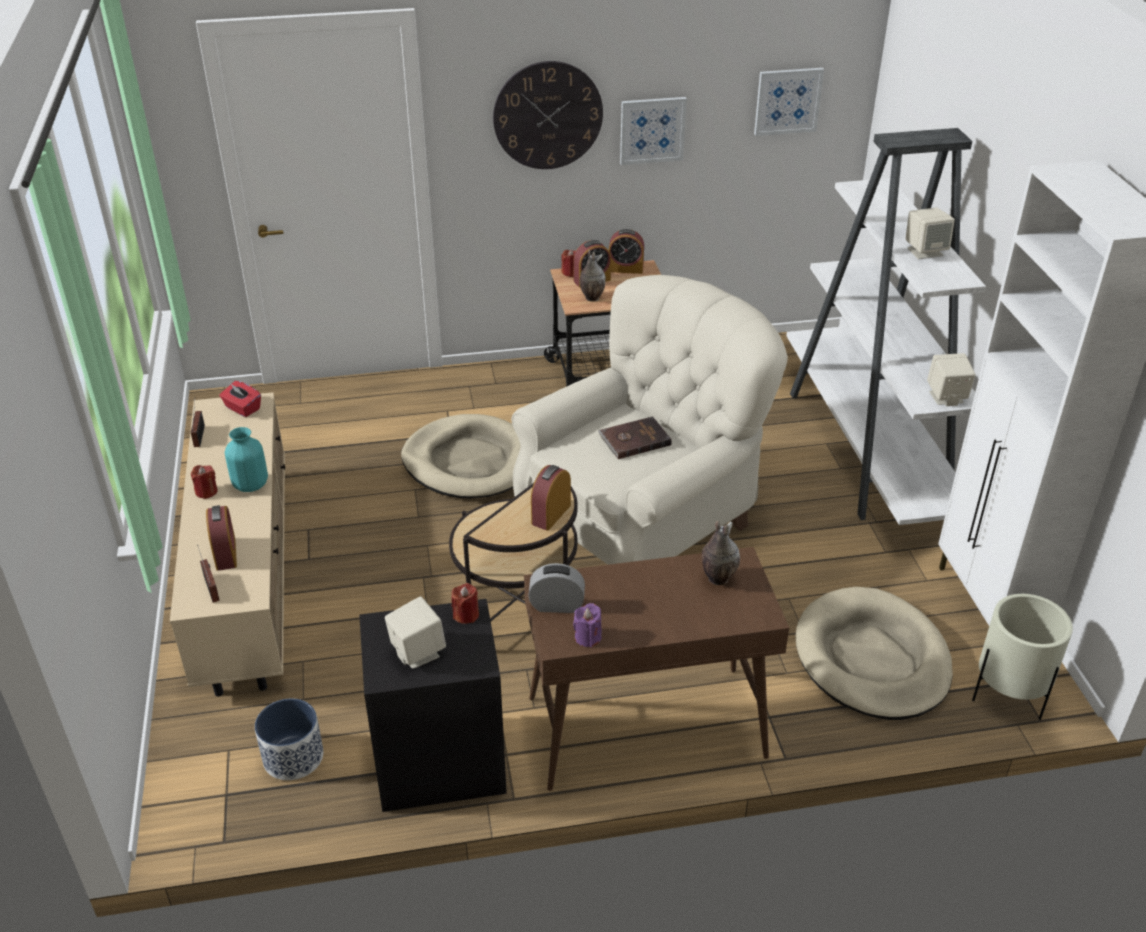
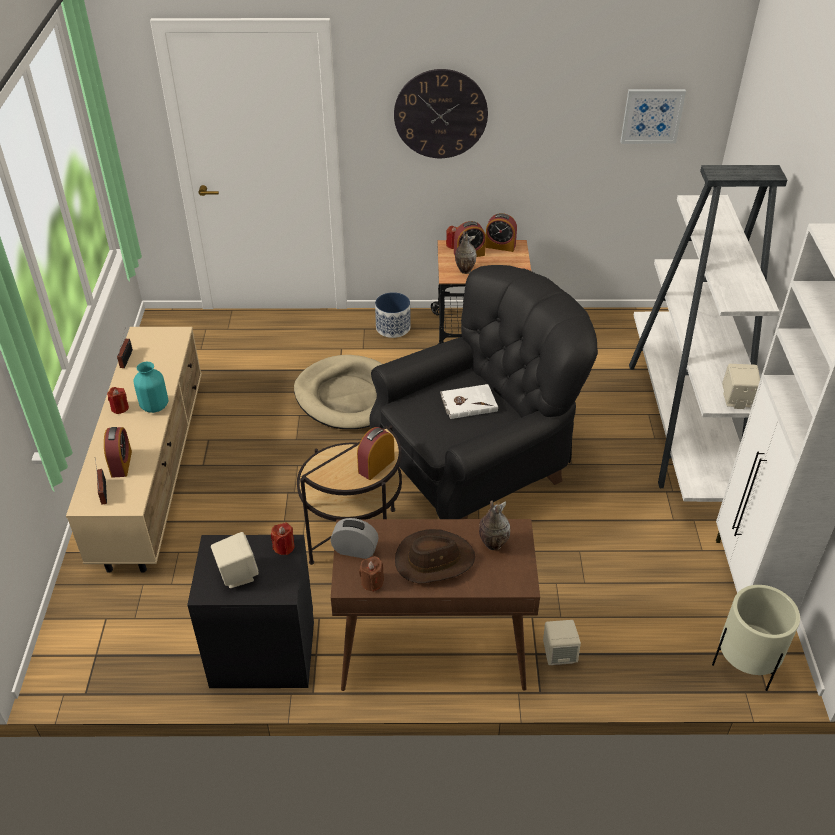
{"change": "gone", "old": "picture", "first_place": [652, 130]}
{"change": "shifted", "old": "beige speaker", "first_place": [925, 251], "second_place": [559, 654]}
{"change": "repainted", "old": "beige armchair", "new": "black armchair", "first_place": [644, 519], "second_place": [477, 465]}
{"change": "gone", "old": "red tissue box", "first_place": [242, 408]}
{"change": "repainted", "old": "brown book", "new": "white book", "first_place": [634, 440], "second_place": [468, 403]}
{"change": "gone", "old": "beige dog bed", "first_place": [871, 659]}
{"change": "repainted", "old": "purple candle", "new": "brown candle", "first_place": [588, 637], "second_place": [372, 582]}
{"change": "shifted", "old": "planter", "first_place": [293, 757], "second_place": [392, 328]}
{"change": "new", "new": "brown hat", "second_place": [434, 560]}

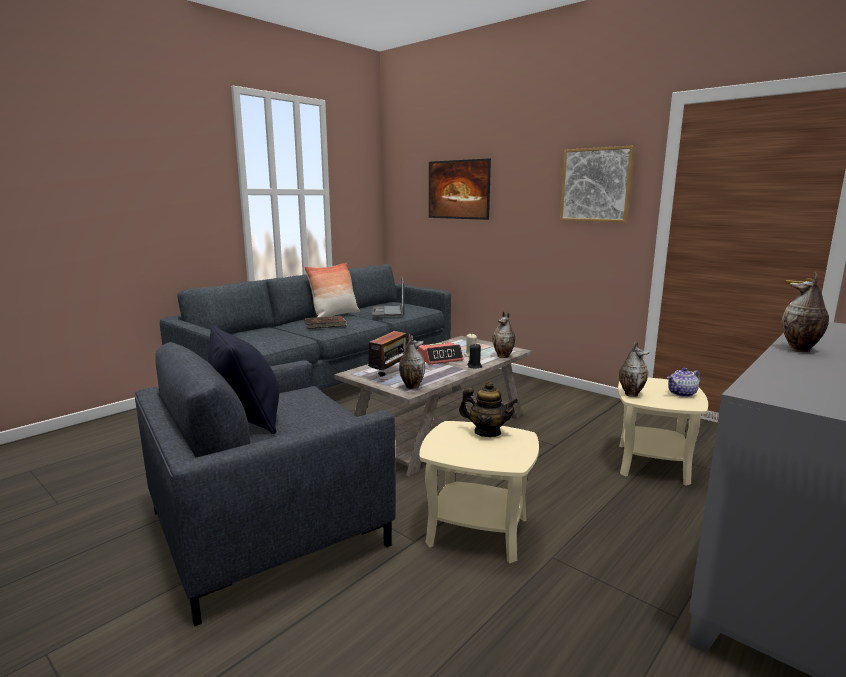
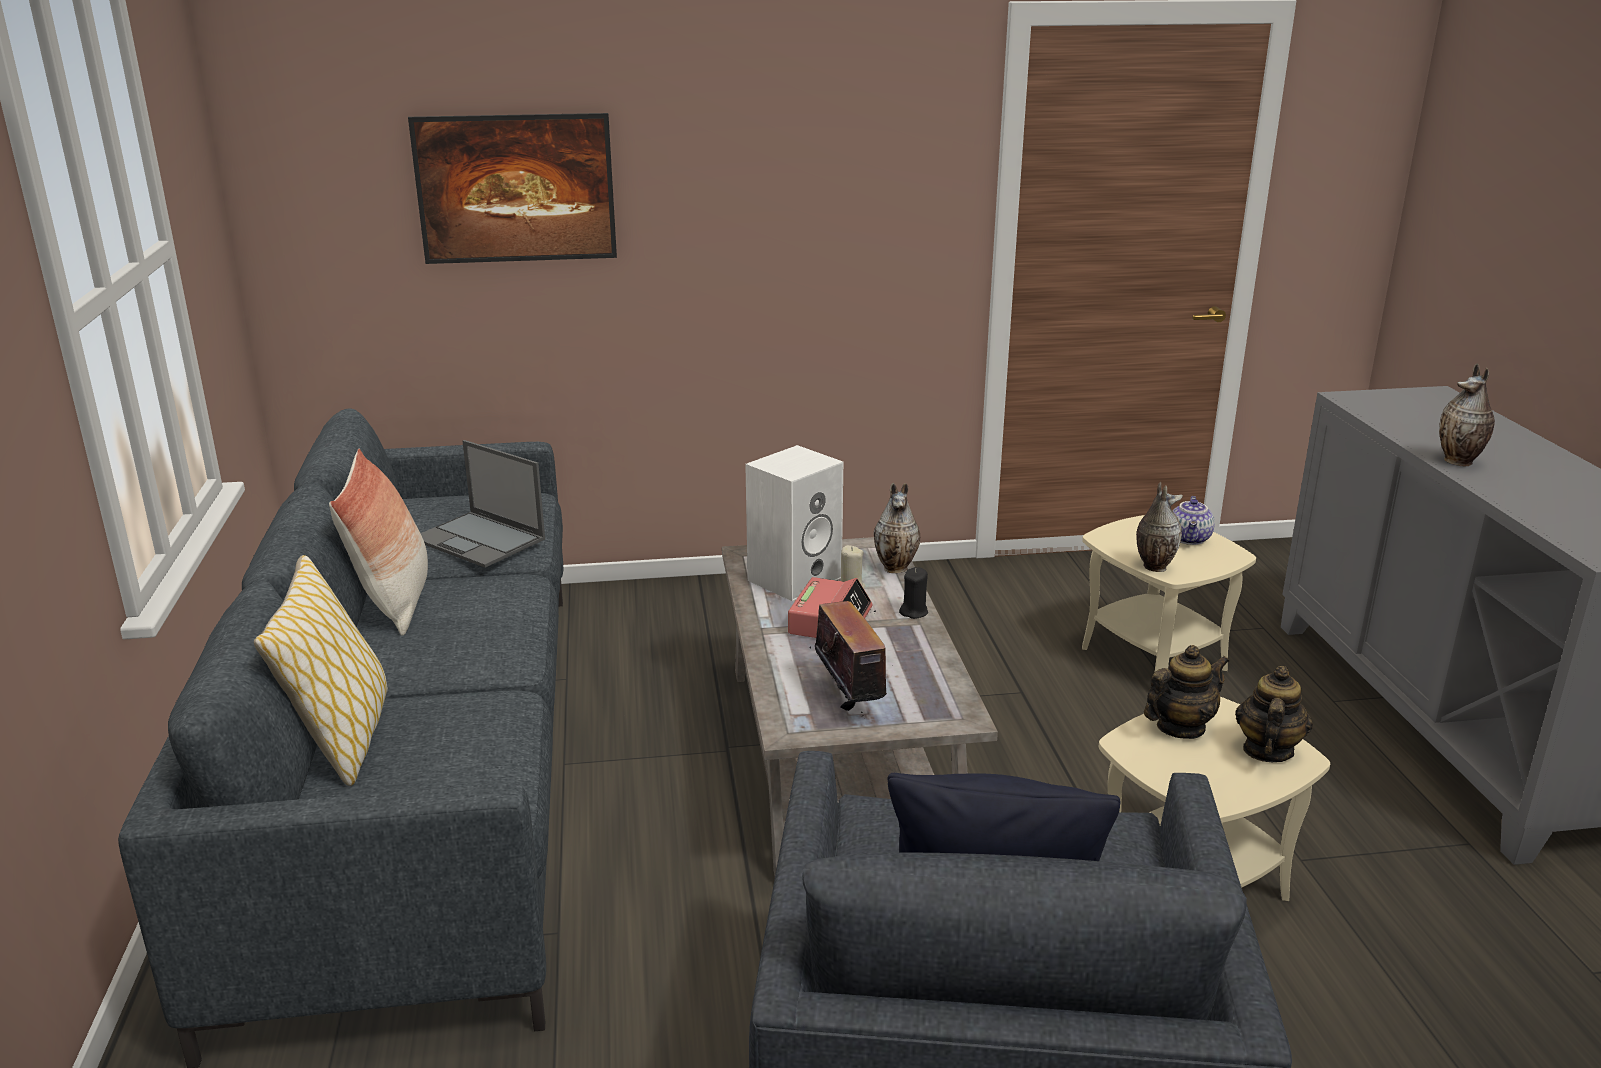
{"change": "gone", "old": "picture", "first_place": [596, 185]}
{"change": "gone", "old": "brown book", "first_place": [325, 324]}
{"change": "gone", "old": "vase", "first_place": [411, 386]}
{"change": "new", "new": "white speaker", "second_place": [794, 577]}
{"change": "new", "new": "pillow", "second_place": [342, 740]}
{"change": "new", "new": "teapot", "second_place": [1267, 750]}

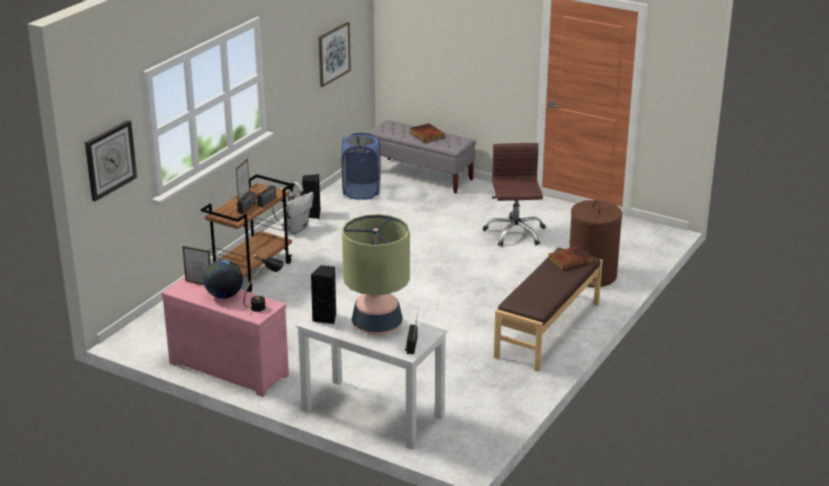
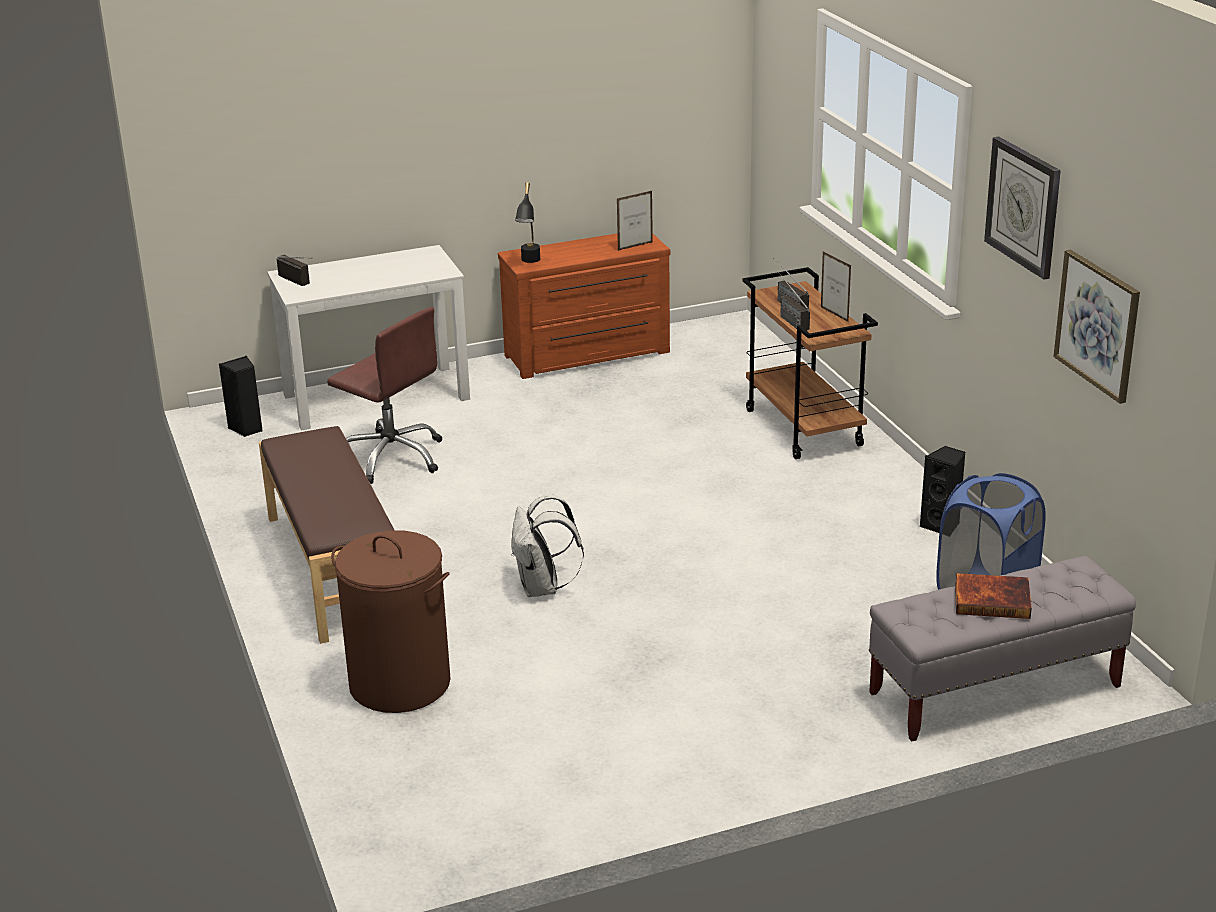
{"change": "shifted", "old": "wall clock", "first_place": [110, 160], "second_place": [1023, 206]}
{"change": "shifted", "old": "brown office chair", "first_place": [514, 233], "second_place": [392, 457]}
{"change": "shifted", "old": "white backpack", "first_place": [295, 229], "second_place": [542, 588]}
{"change": "gone", "old": "table lamp", "first_place": [377, 325]}
{"change": "gone", "old": "book", "first_place": [570, 260]}
{"change": "gone", "old": "globe", "first_place": [224, 295]}
{"change": "shifted", "old": "black speaker", "first_place": [326, 318], "second_place": [246, 429]}
{"change": "repainted", "old": "pink dresser", "new": "brown dresser", "first_place": [230, 367], "second_place": [588, 355]}

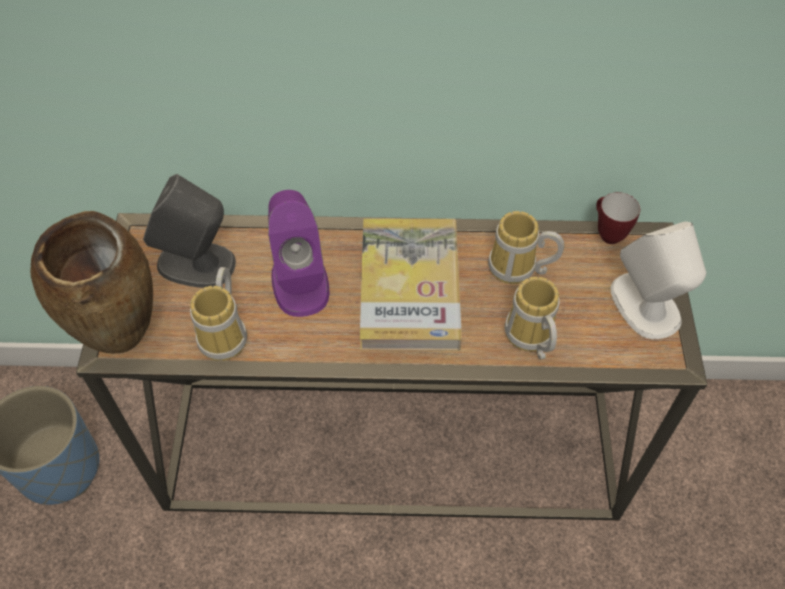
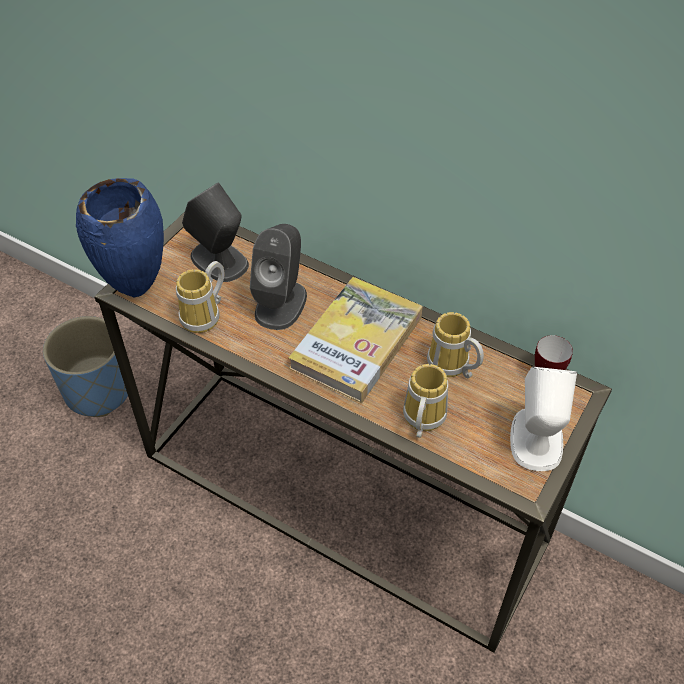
{"change": "repainted", "old": "purple speaker", "new": "grey speaker", "first_place": [300, 282], "second_place": [281, 303]}
{"change": "repainted", "old": "brown vase", "new": "blue vase", "first_place": [126, 342], "second_place": [137, 291]}

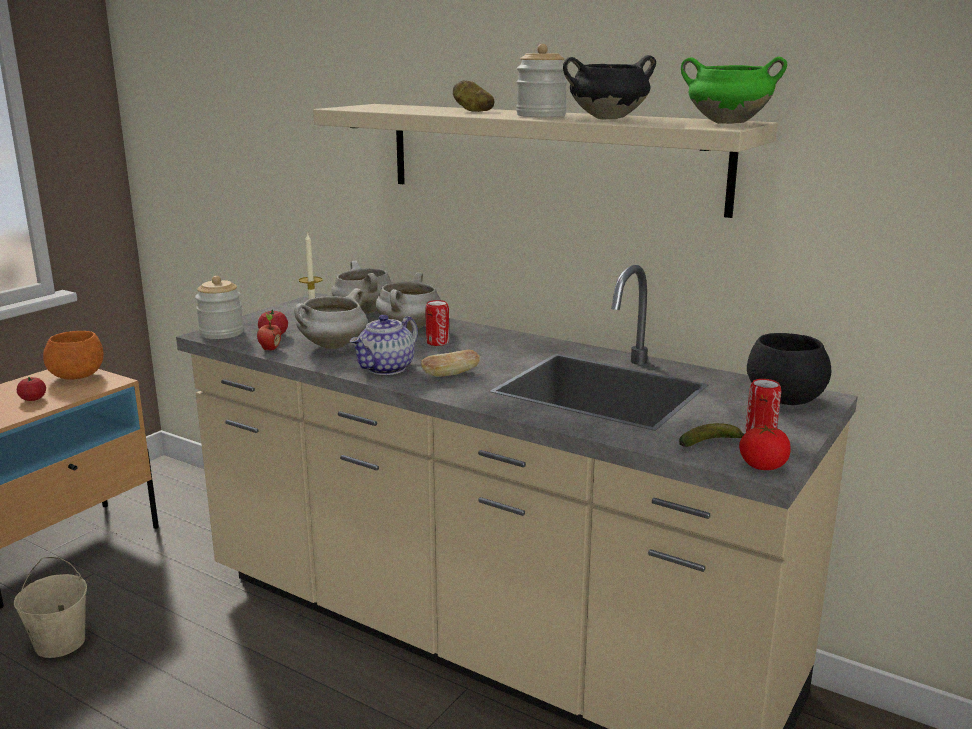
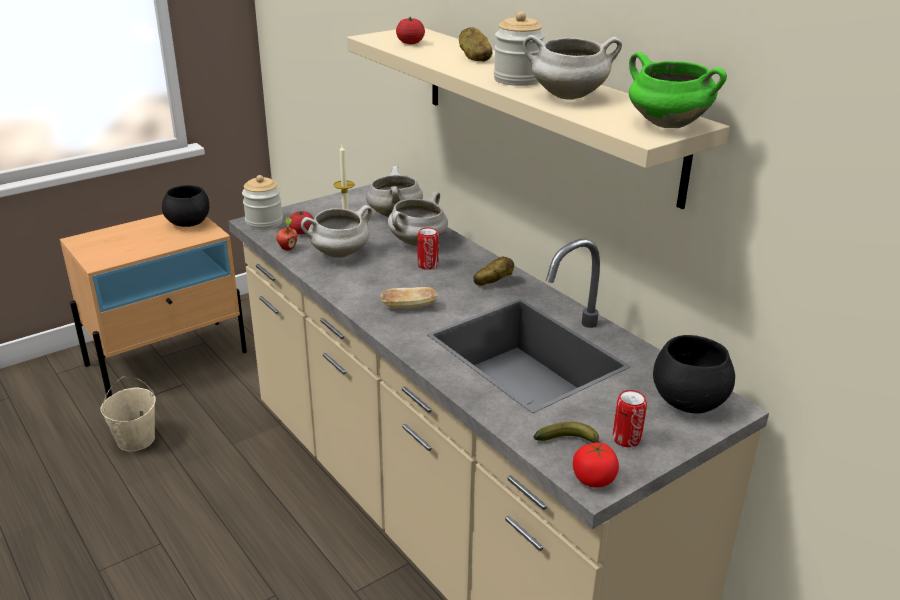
{"change": "repainted", "old": "black cooking pot", "new": "white cooking pot", "first_place": [607, 118], "second_place": [567, 96]}
{"change": "gone", "old": "teapot", "first_place": [386, 369]}
{"change": "repainted", "old": "orange bowl", "new": "black bowl", "first_place": [77, 376], "second_place": [188, 223]}
{"change": "shifted", "old": "tomato", "first_place": [33, 399], "second_place": [410, 43]}
{"change": "new", "new": "potato", "second_place": [493, 282]}

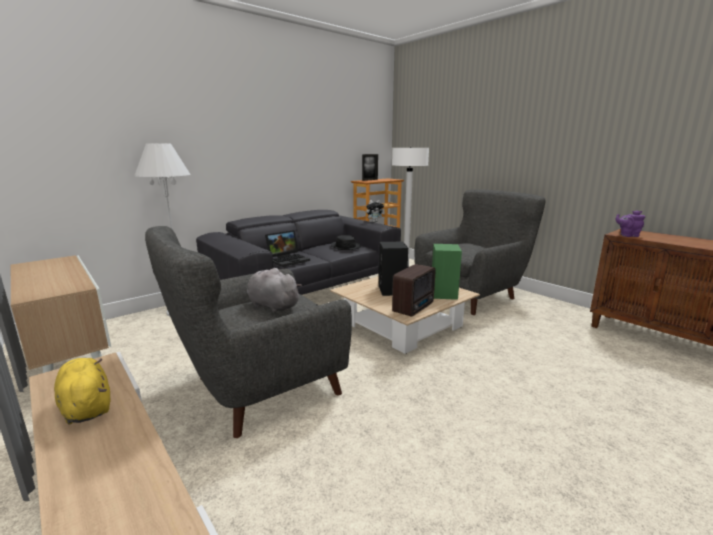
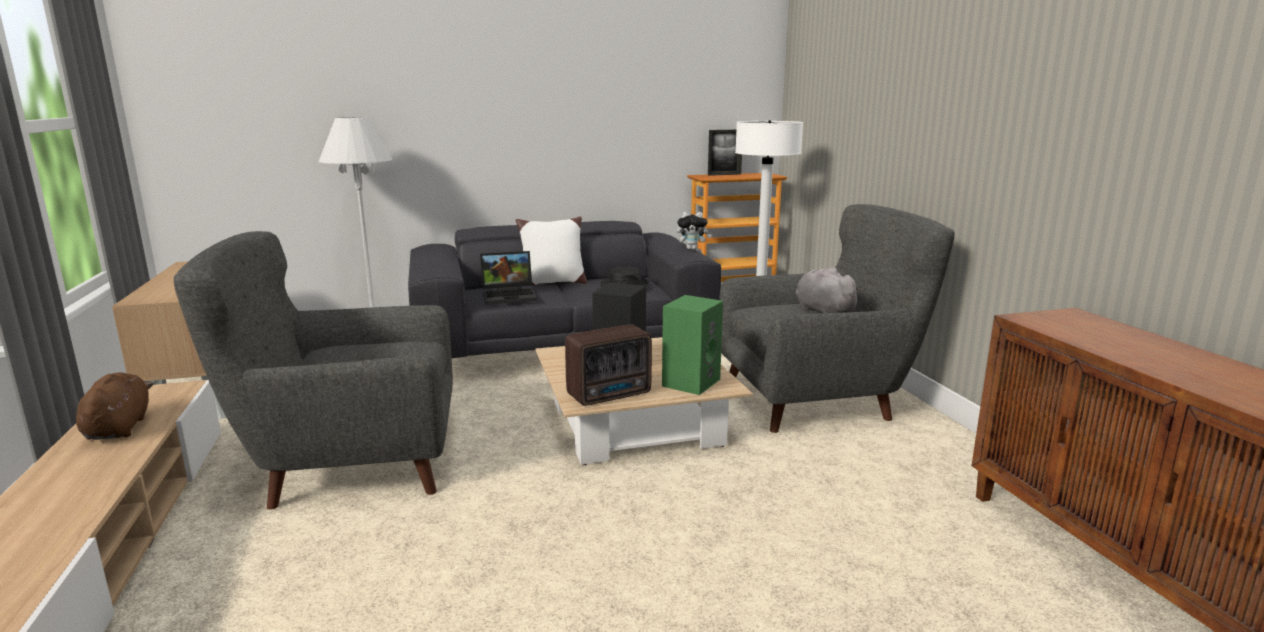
{"change": "gone", "old": "purple teapot", "first_place": [627, 235]}
{"change": "shifted", "old": "grey plush toy", "first_place": [272, 306], "second_place": [822, 312]}
{"change": "repainted", "old": "yellow plush toy", "new": "brown plush toy", "first_place": [86, 407], "second_place": [119, 428]}
{"change": "new", "new": "white pillow", "second_place": [552, 282]}

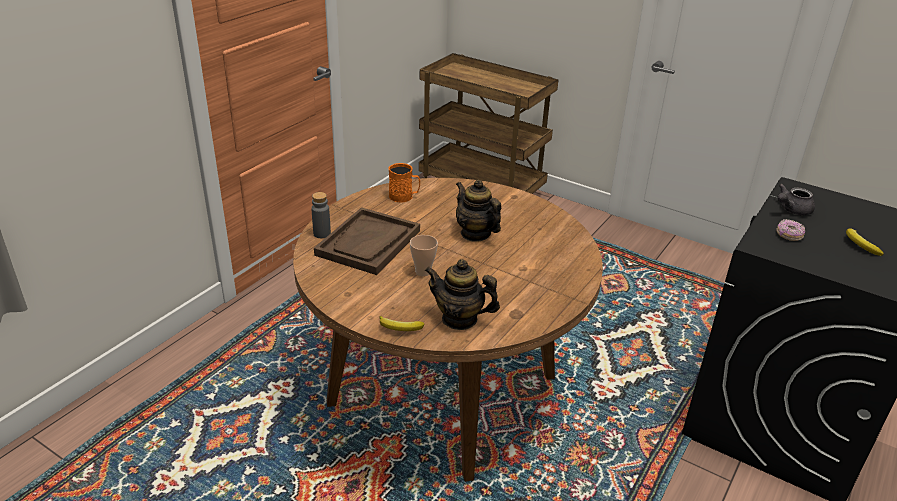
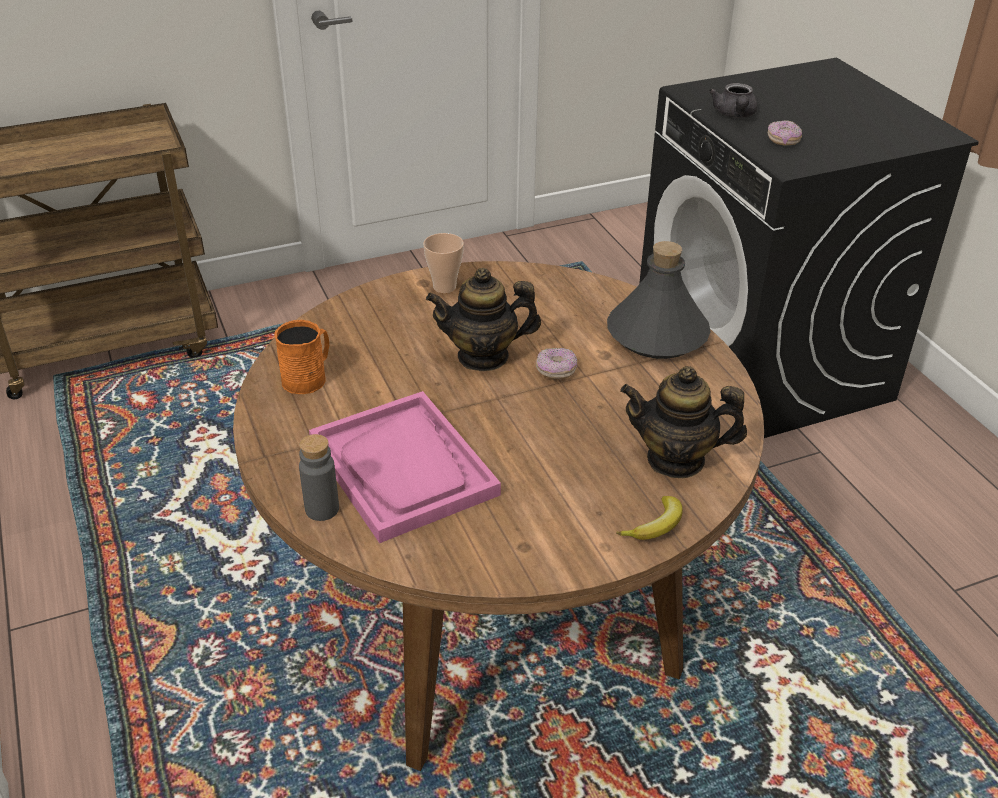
{"change": "repainted", "old": "brown tray", "new": "pink tray", "first_place": [368, 243], "second_place": [403, 468]}
{"change": "gone", "old": "banana", "first_place": [860, 245]}
{"change": "shifted", "old": "cup", "first_place": [423, 272], "second_place": [444, 287]}
{"change": "rotated", "old": "teapot", "first_place": [460, 319], "second_place": [676, 459], "degrees": 45}
{"change": "new", "new": "grey bottle", "second_place": [657, 334]}
{"change": "new", "new": "donut", "second_place": [556, 371]}

